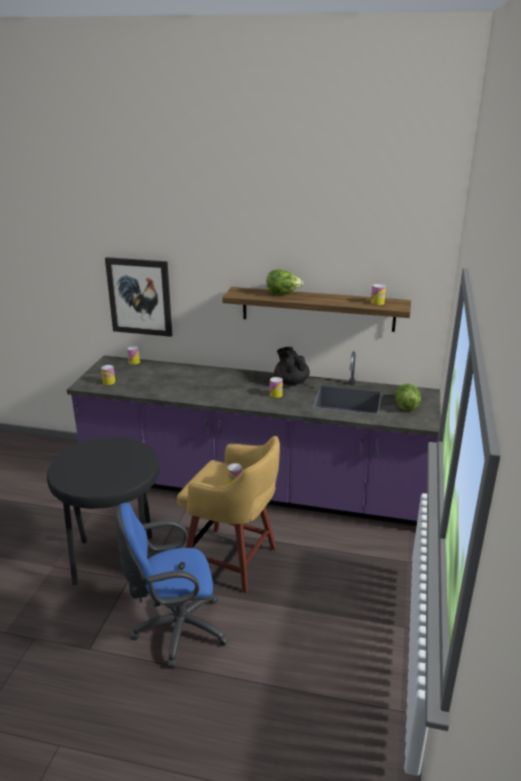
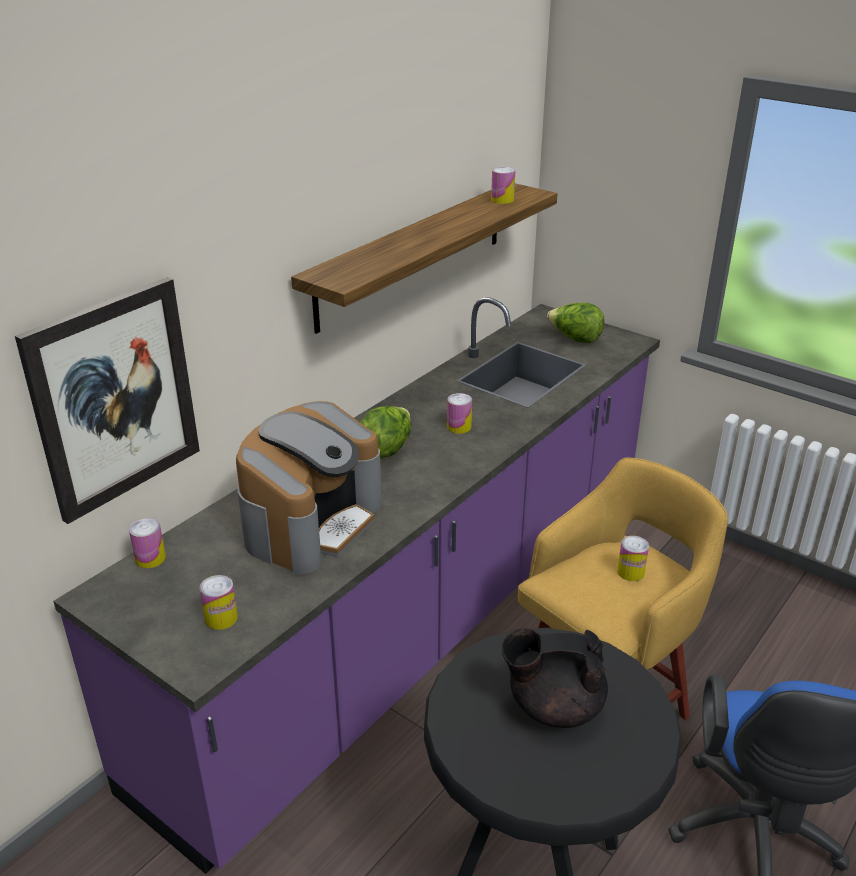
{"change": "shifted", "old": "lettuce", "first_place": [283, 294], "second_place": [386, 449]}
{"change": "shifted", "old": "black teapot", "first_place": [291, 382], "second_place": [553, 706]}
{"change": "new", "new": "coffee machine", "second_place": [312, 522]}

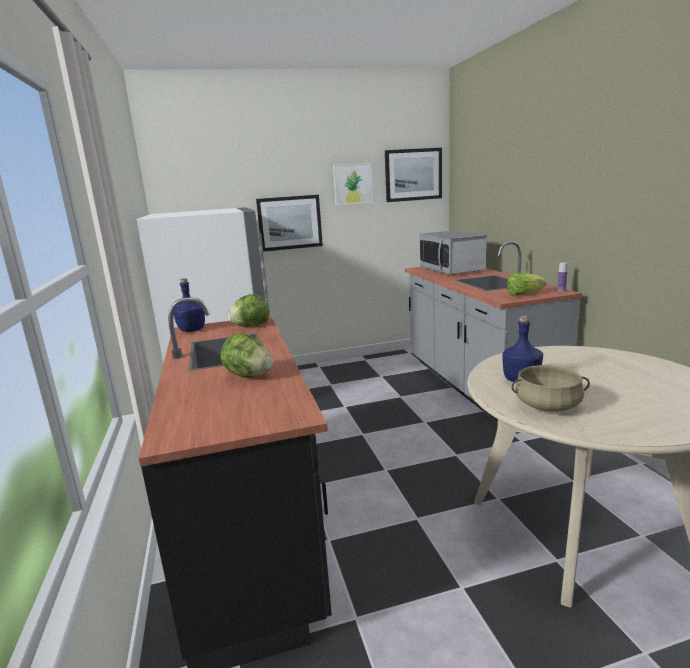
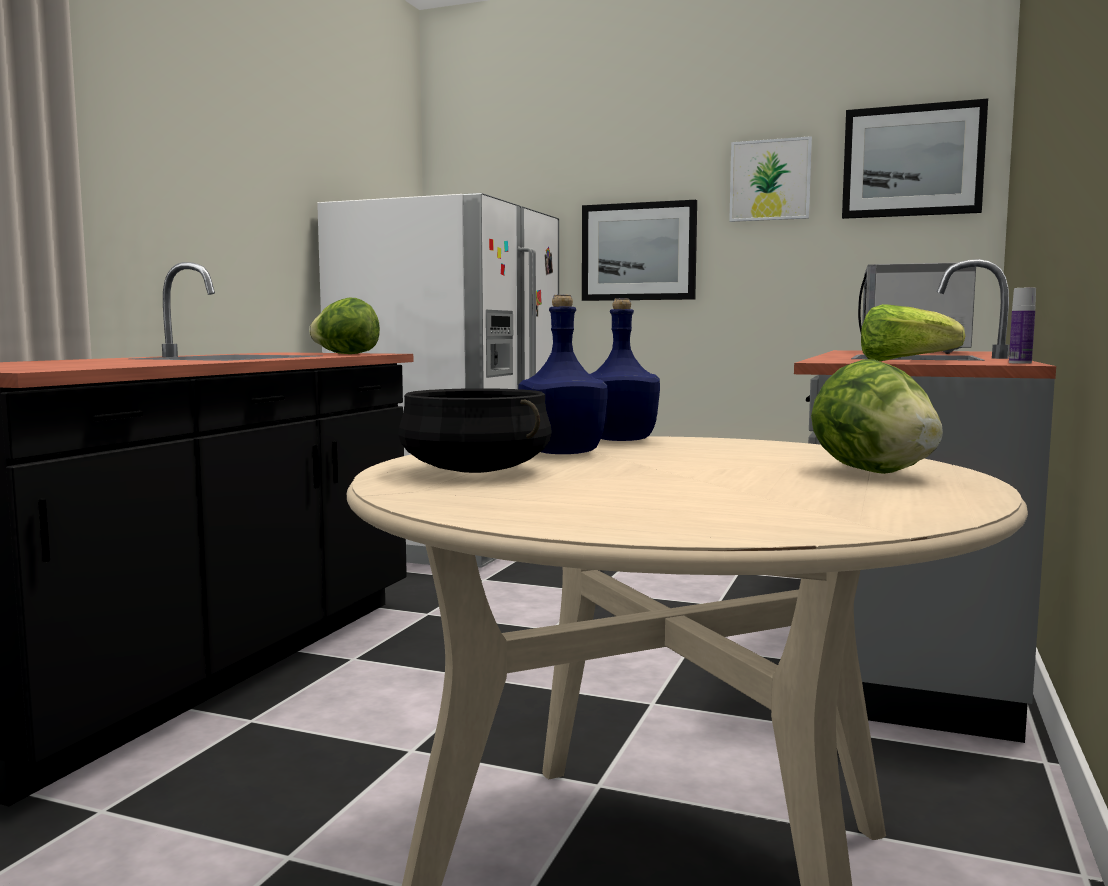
{"change": "shifted", "old": "blue bottle", "first_place": [192, 330], "second_place": [622, 440]}
{"change": "shifted", "old": "lettuce", "first_place": [249, 376], "second_place": [873, 472]}
{"change": "repainted", "old": "beige cooking pot", "new": "black cooking pot", "first_place": [547, 406], "second_place": [474, 471]}

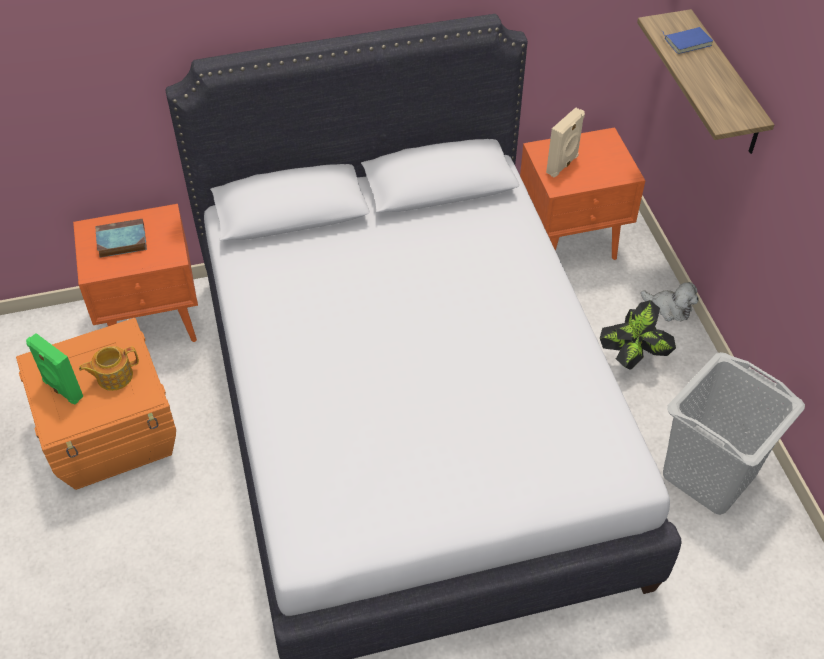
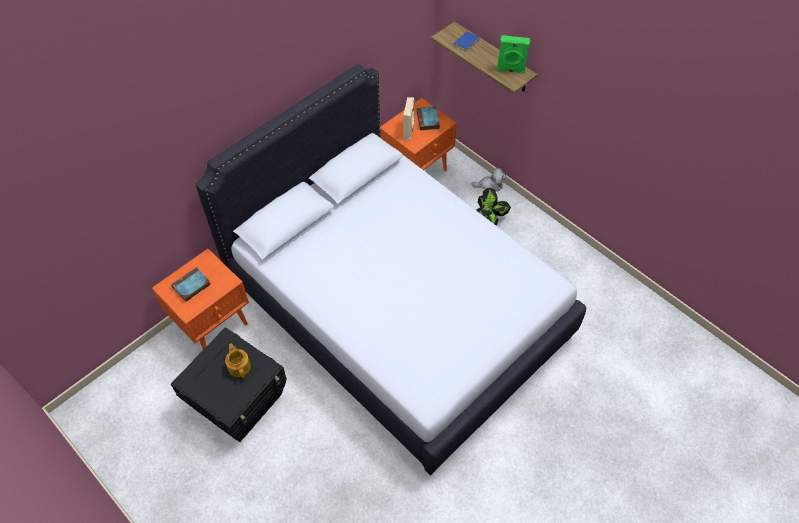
{"change": "repainted", "old": "orange storage box", "new": "black storage box", "first_place": [113, 435], "second_place": [239, 400]}
{"change": "shifted", "old": "green speaker", "first_place": [62, 390], "second_place": [510, 70]}
{"change": "rotated", "old": "teapot", "first_place": [113, 376], "second_place": [239, 366], "degrees": 120}
{"change": "gone", "old": "grey laundry basket", "first_place": [710, 474]}
{"change": "new", "new": "book", "second_place": [428, 120]}

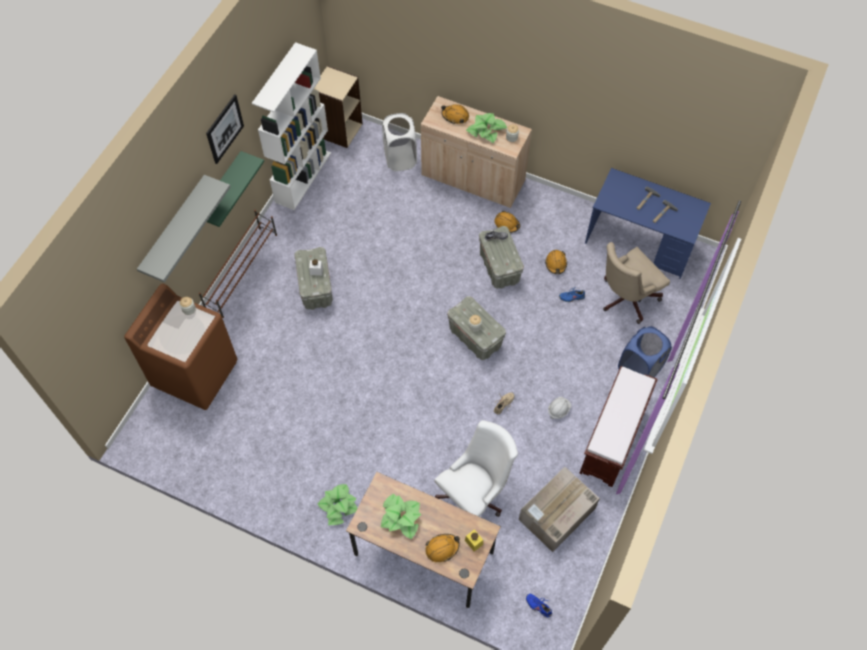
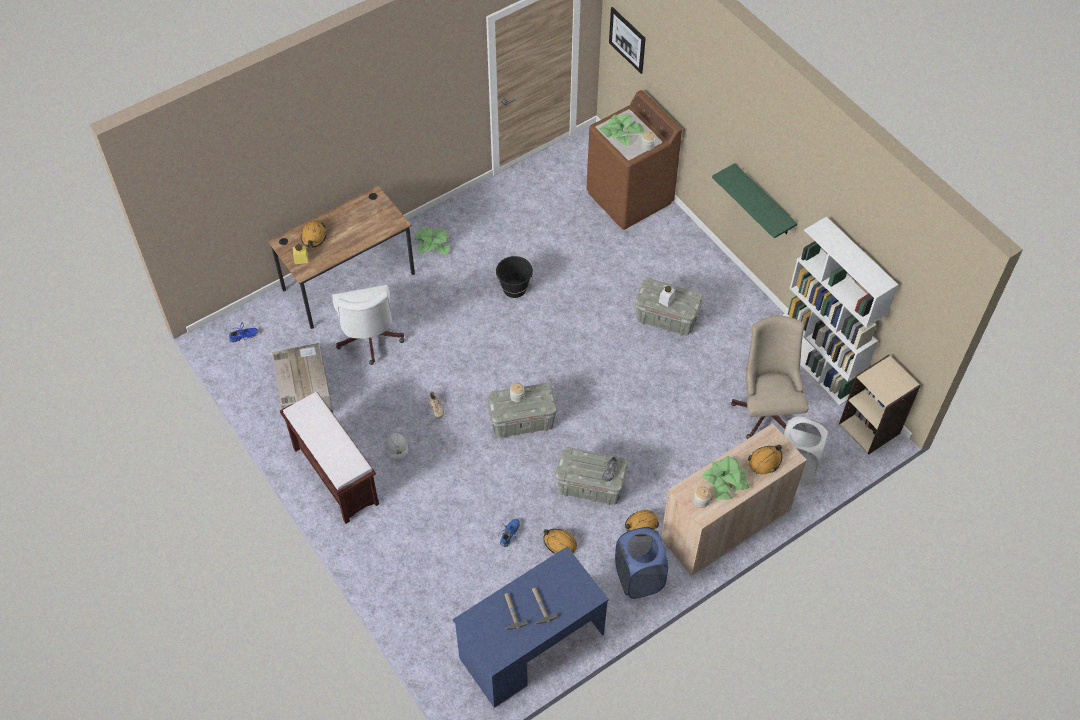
{"change": "shifted", "old": "picture", "first_place": [224, 129], "second_place": [627, 40]}
{"change": "gone", "old": "grey shelf", "first_place": [174, 227]}
{"change": "gone", "old": "brown shoe rack", "first_place": [242, 271]}
{"change": "shifted", "old": "beige office chair", "first_place": [625, 299], "second_place": [766, 409]}
{"change": "shifted", "old": "blue laundry basket", "first_place": [639, 370], "second_place": [638, 577]}
{"change": "shifted", "old": "potted plant", "first_place": [401, 517], "second_place": [622, 133]}
{"change": "new", "new": "black bucket", "second_place": [514, 289]}

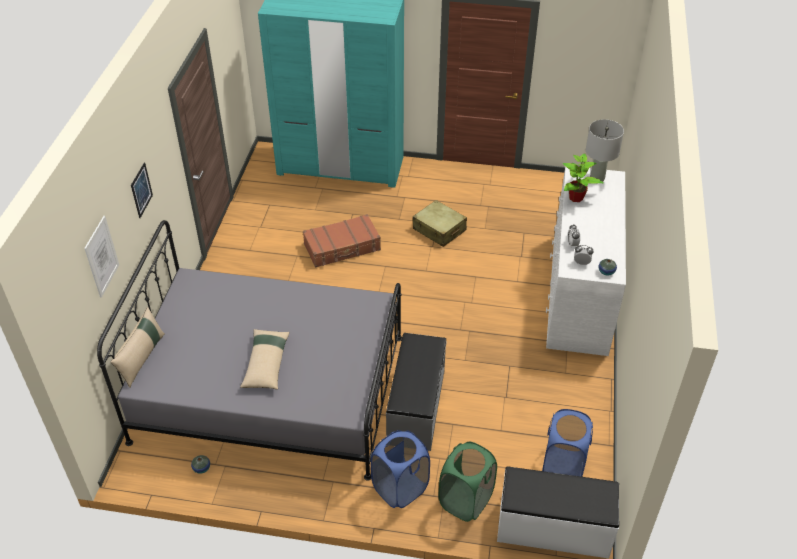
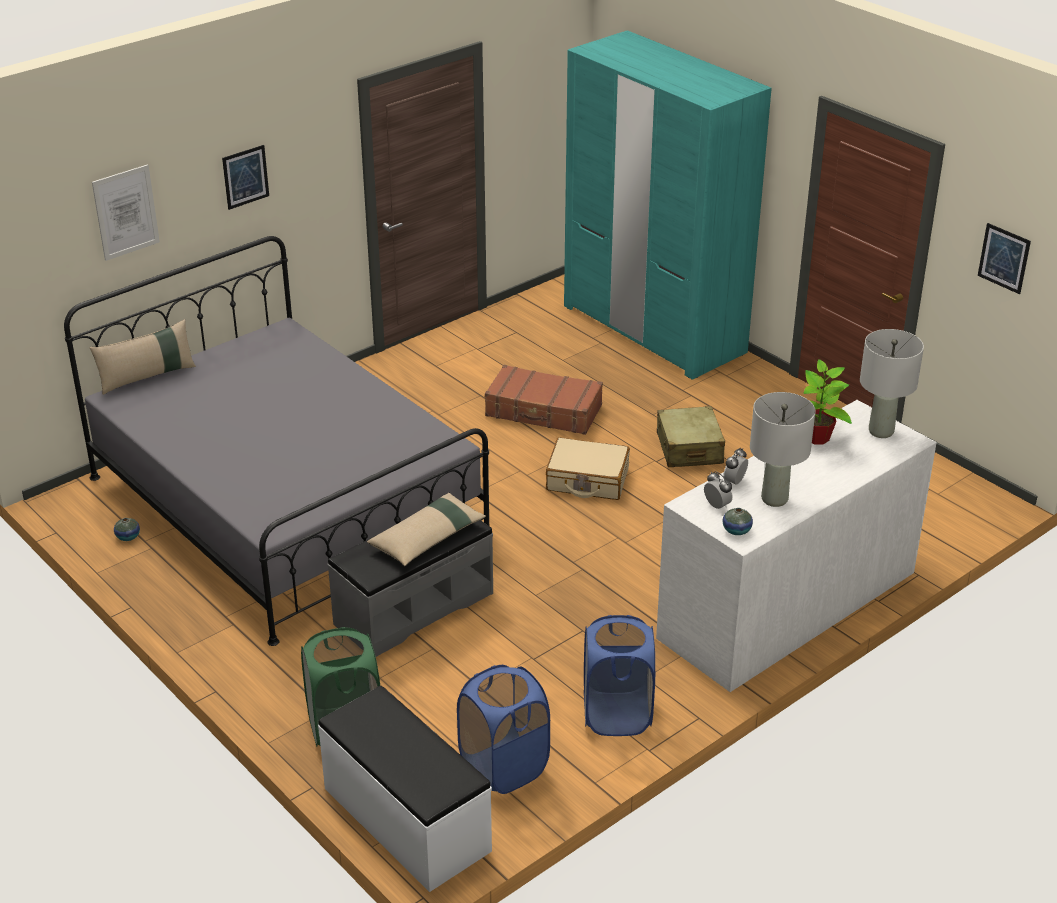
{"change": "shifted", "old": "beige pillow", "first_place": [266, 364], "second_place": [428, 538]}
{"change": "shifted", "old": "blue laundry basket", "first_place": [400, 488], "second_place": [616, 715]}
{"change": "new", "new": "picture", "second_place": [1004, 258]}
{"change": "new", "new": "grey table lamp", "second_place": [774, 499]}
{"change": "new", "new": "beige suitcase", "second_place": [587, 480]}

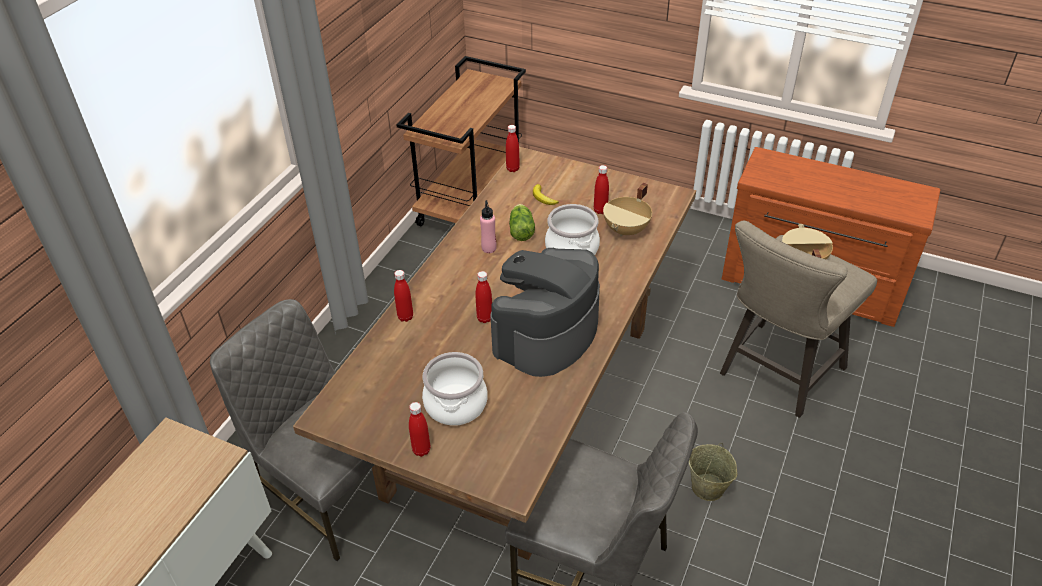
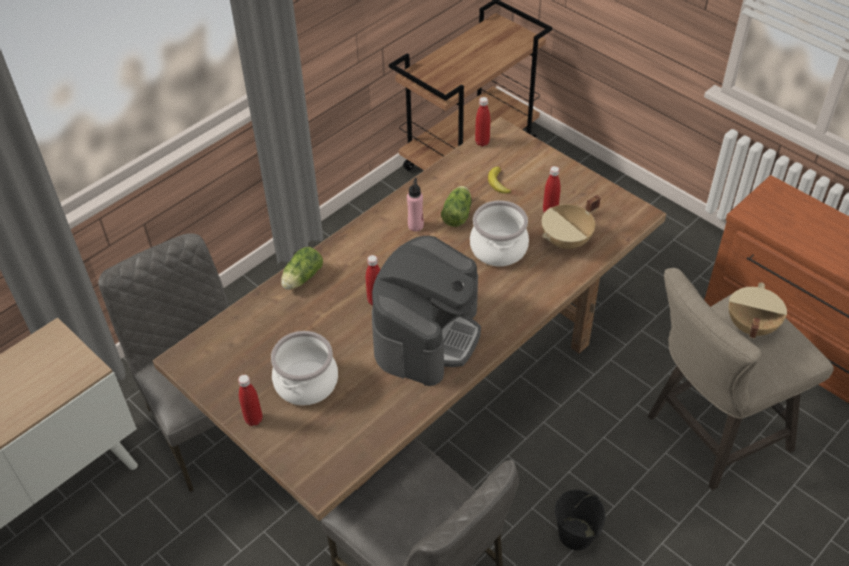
{"change": "rotated", "old": "coffee machine", "first_place": [545, 334], "second_place": [427, 334], "degrees": 150}
{"change": "swapped", "old": "red bottle", "new": "lettuce", "first_place": [405, 317], "second_place": [301, 278]}
{"change": "repainted", "old": "beige bucket", "new": "black bucket", "first_place": [708, 488], "second_place": [576, 535]}

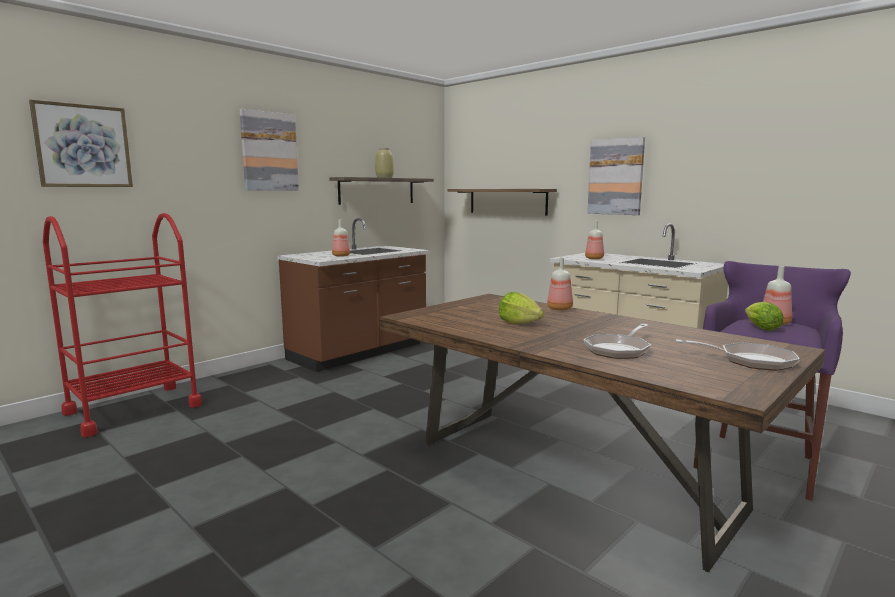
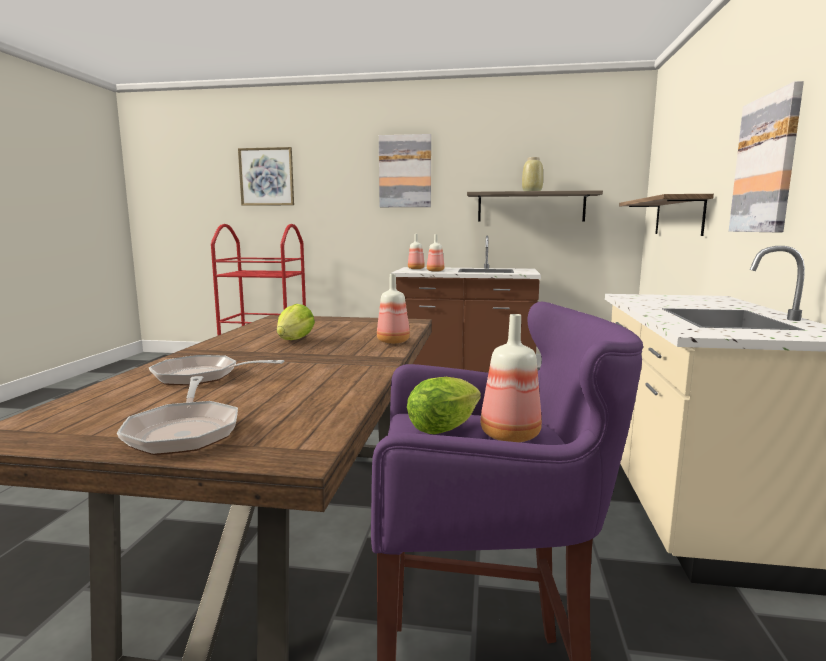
{"change": "shifted", "old": "bottle", "first_place": [594, 258], "second_place": [416, 269]}

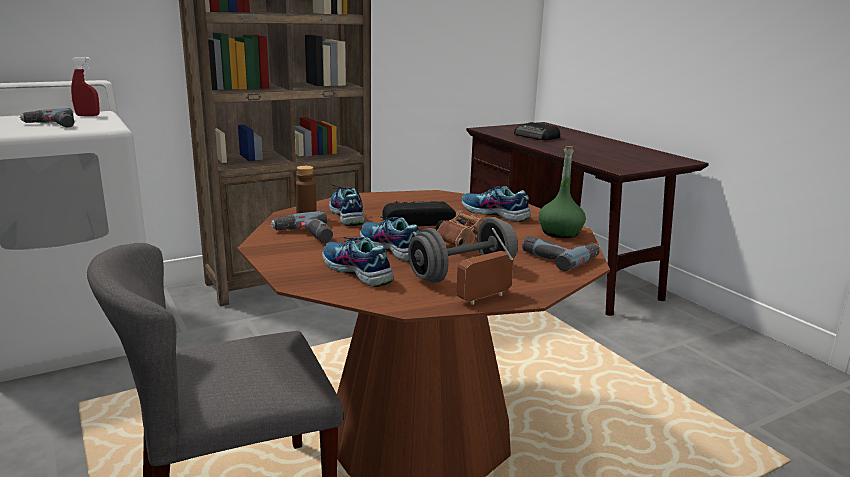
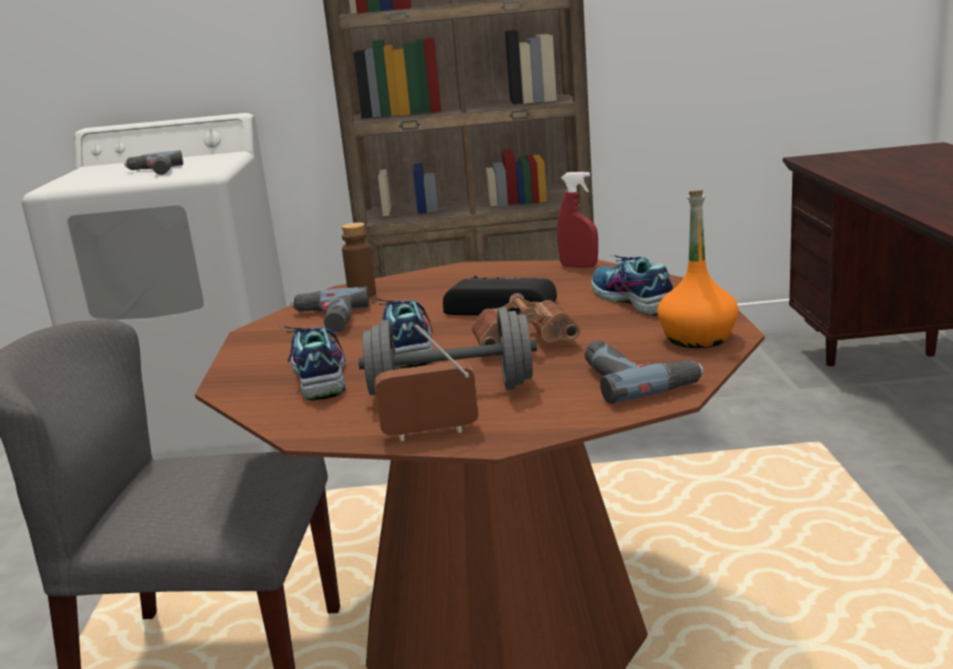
{"change": "shifted", "old": "red spray bottle", "first_place": [87, 115], "second_place": [579, 266]}
{"change": "gone", "old": "radio", "first_place": [536, 136]}
{"change": "repainted", "old": "green bottle", "new": "orange bottle", "first_place": [560, 232], "second_place": [697, 338]}
{"change": "gone", "old": "shoe", "first_place": [346, 215]}

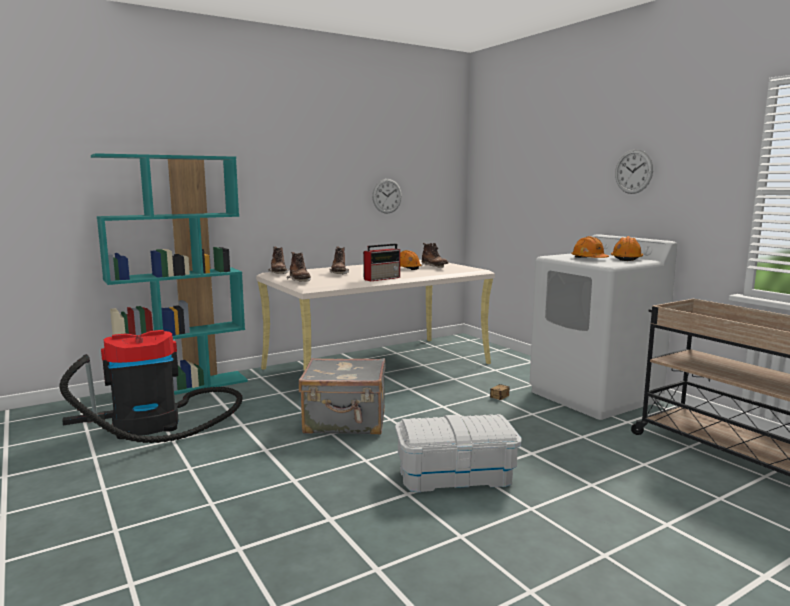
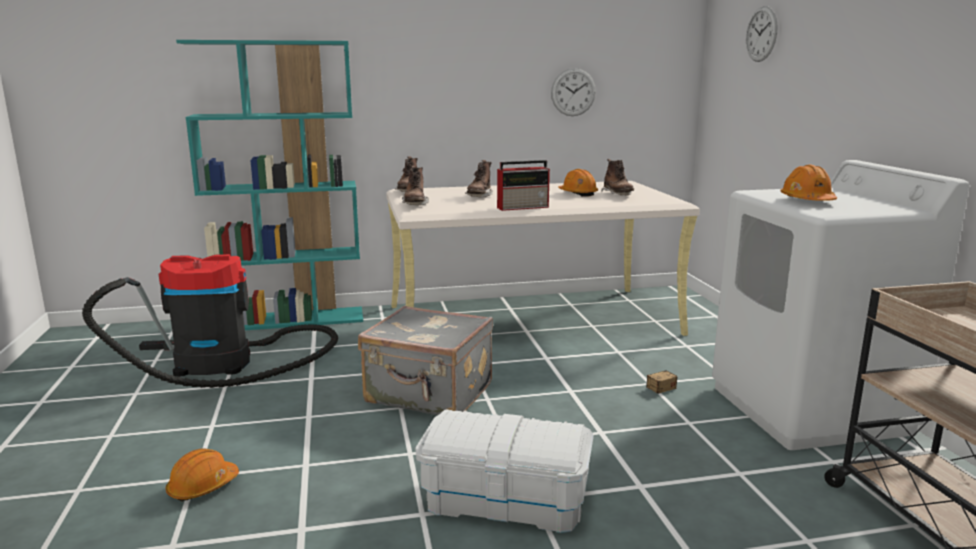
{"change": "shifted", "old": "wall clock", "first_place": [633, 171], "second_place": [761, 34]}
{"change": "shifted", "old": "orange hard hat", "first_place": [626, 259], "second_place": [203, 487]}

